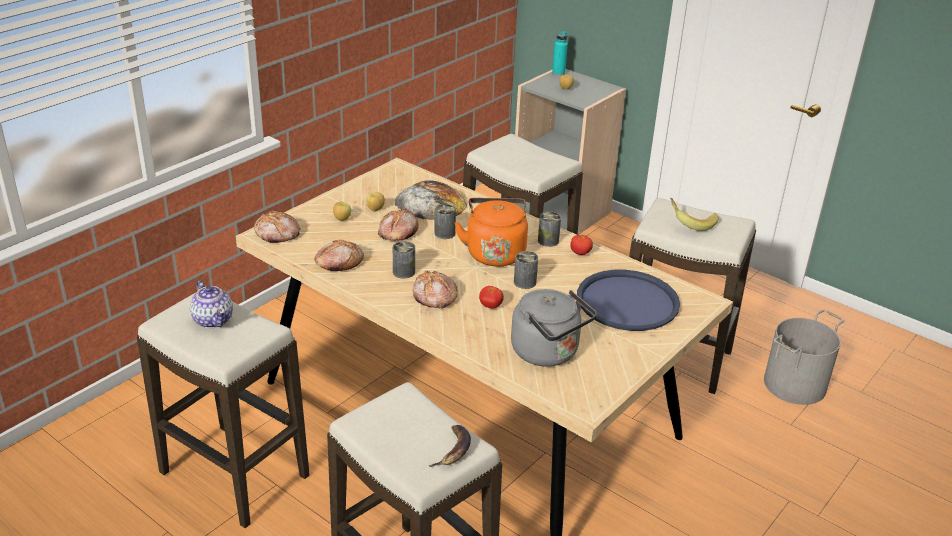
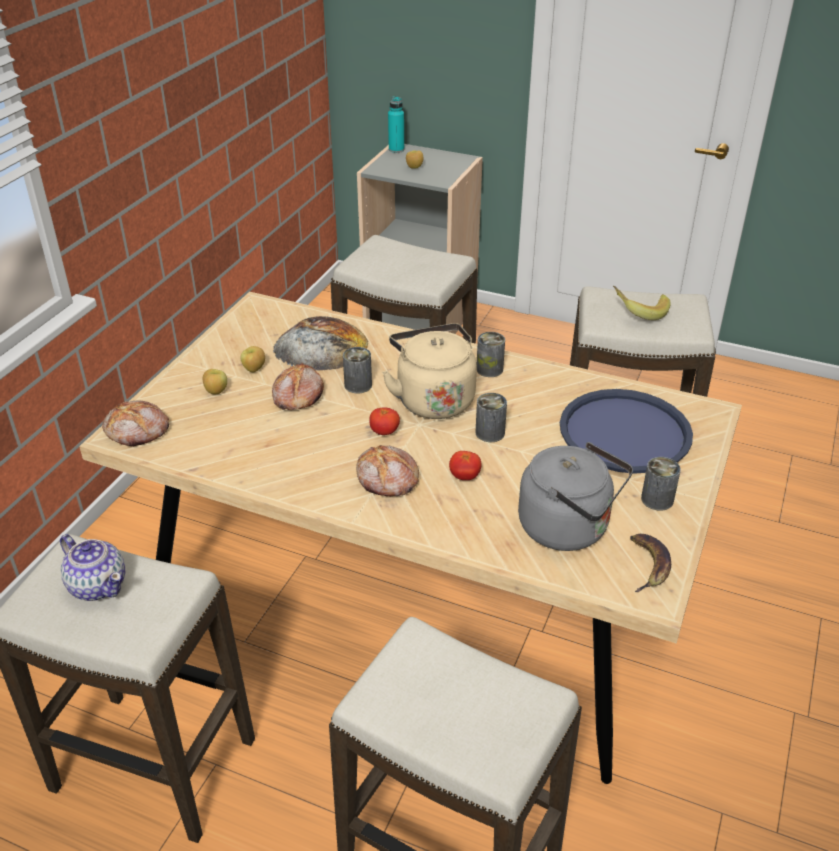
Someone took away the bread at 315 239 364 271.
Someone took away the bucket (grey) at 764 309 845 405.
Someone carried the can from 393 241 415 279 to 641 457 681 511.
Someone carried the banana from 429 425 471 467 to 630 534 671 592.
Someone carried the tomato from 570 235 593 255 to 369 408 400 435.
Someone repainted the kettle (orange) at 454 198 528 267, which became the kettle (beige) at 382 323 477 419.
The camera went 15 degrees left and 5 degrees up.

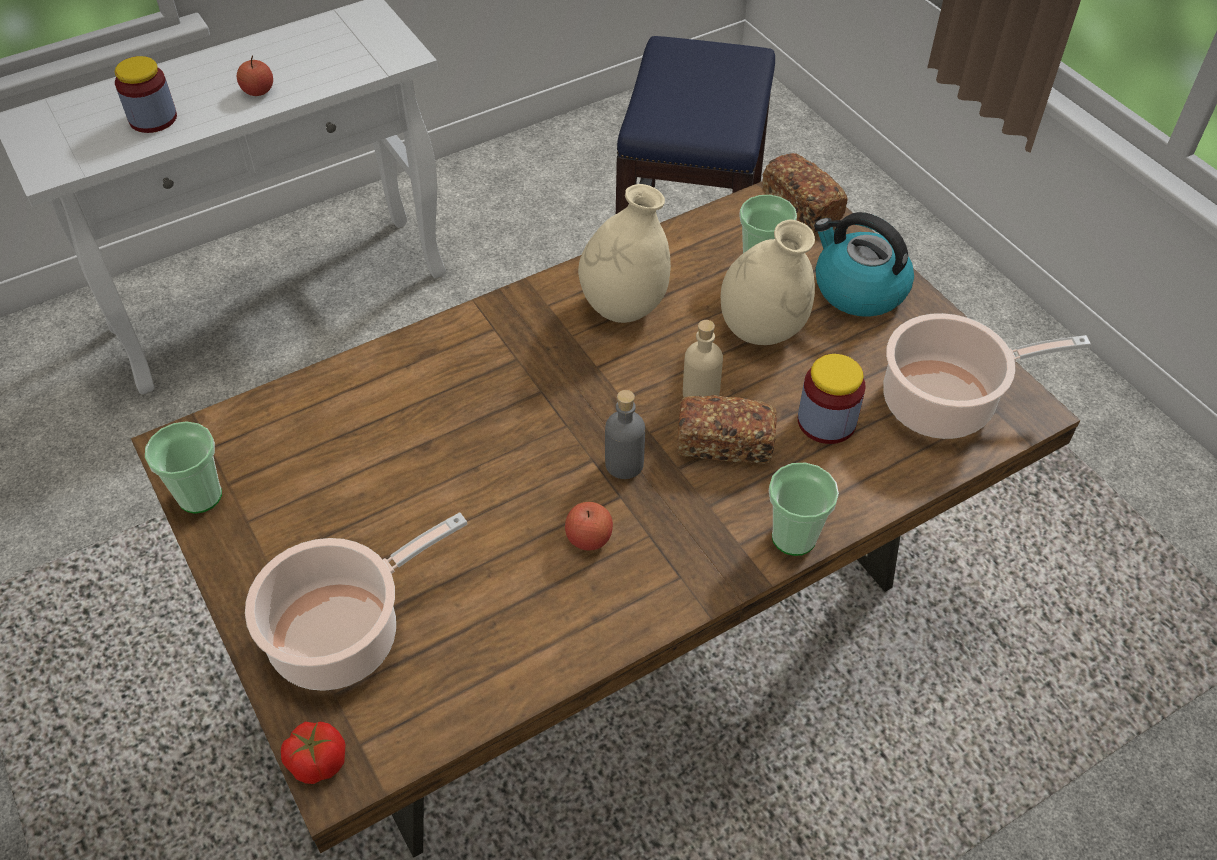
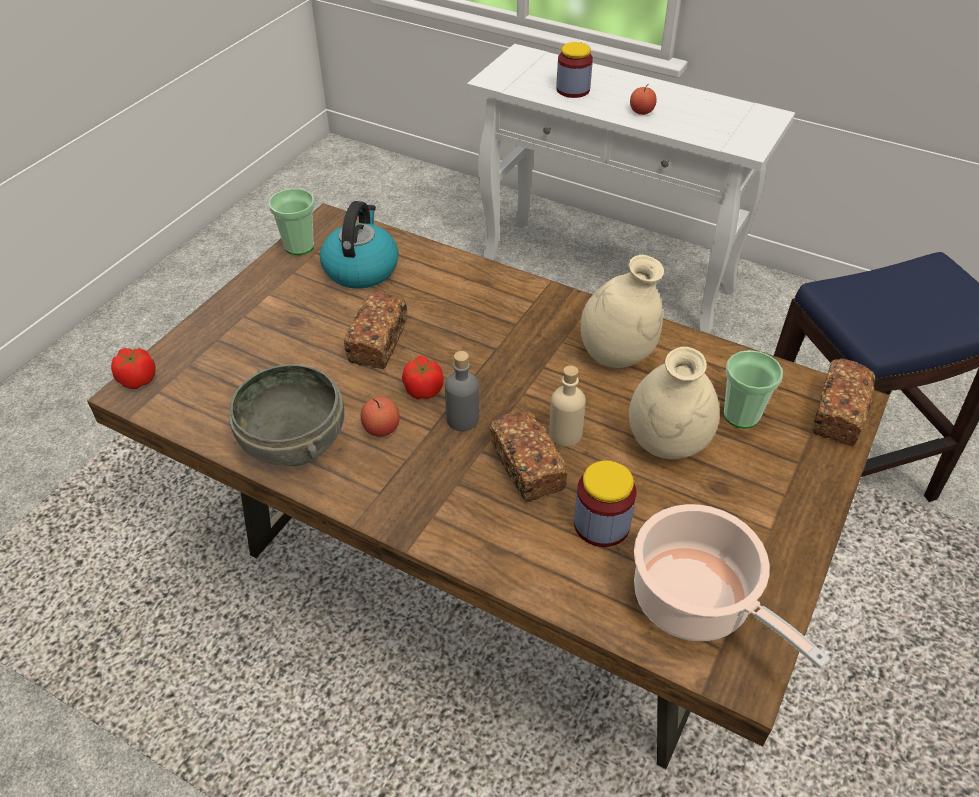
Someone took away the cooking pot at 245 512 467 691.
Someone took away the cup at 769 463 839 556.
Someone put down the bowl (grey) at 229 365 344 466.
Someone put down the bread at 344 291 407 369.
Someone put down the tomato at 402 356 444 399.
Someone carried the kettle from 814 212 914 317 to 320 201 399 289.
The camera went 60 degrees right and 5 degrees down.

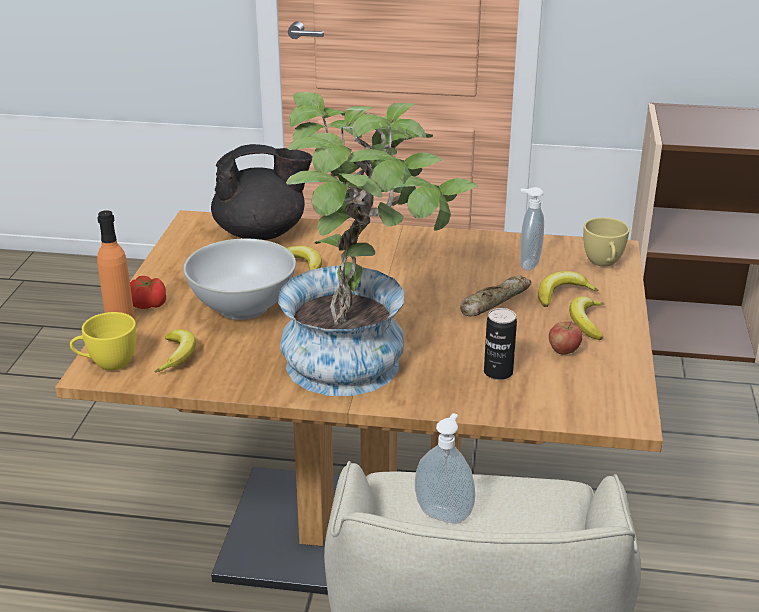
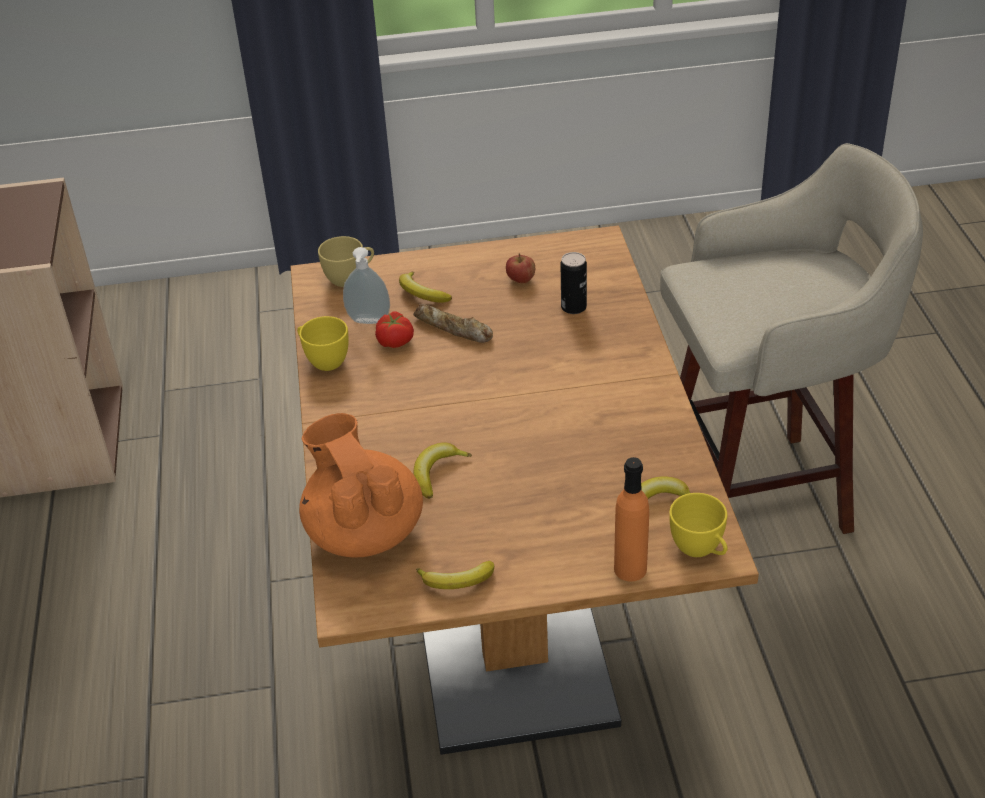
Someone took away the bowl (white) at 183 239 296 320.
Someone took away the potted plant at 278 92 478 396.
Someone took away the soap dispenser at 415 413 475 523.
Someone put down the cup (yellow) at 297 316 349 371.
Someone carried the tomato from 130 276 166 309 to 375 311 414 348.
Someone carried the banana from 569 296 605 340 to 416 561 494 589.
Someone repainted the teapot (black) at 211 144 312 240, which became the teapot (orange) at 299 413 423 557.
The camera went 105 degrees left and 10 degrees up.

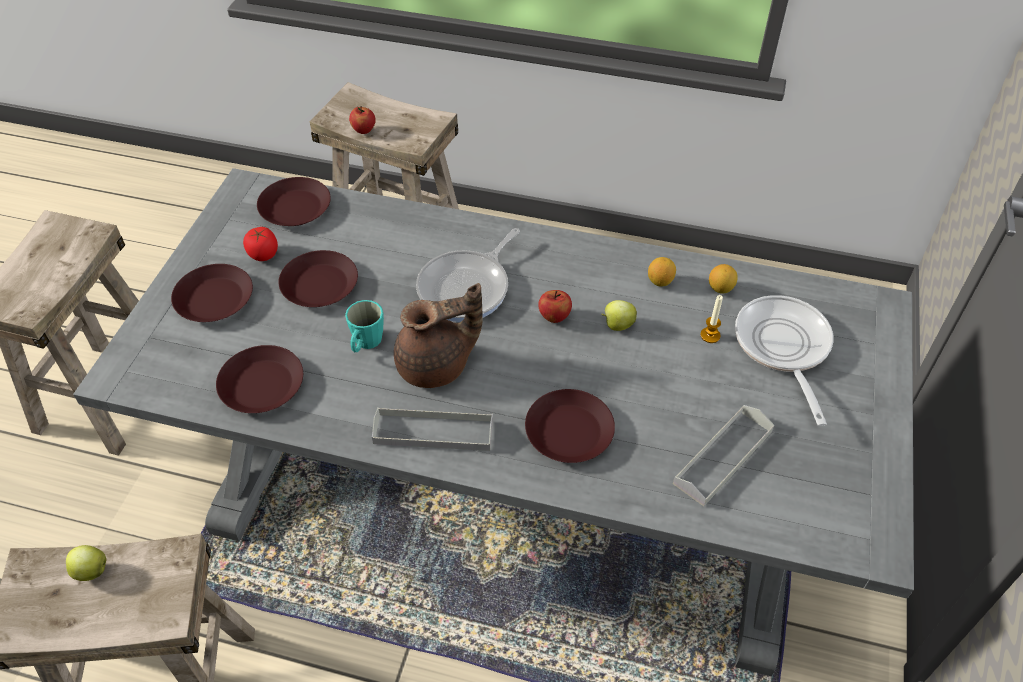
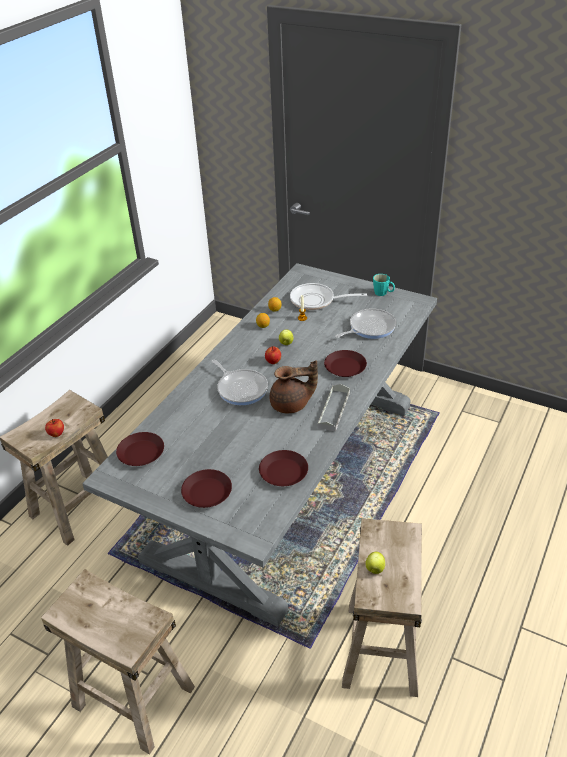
Someone took away the tomato at 243 227 278 261.
Someone took away the plate (brown) at 278 250 358 307.
Someone carried the mug (turquoise) from 345 300 384 352 to 373 274 395 296.
Someone swapped the tray (grey) at 673 405 774 506 for the frying pan at 335 308 396 339.
Someone rotated the teapot (brown) at 394 283 483 388 by 90 degrees clockwise.
The camera went 75 degrees left and 10 degrees down.

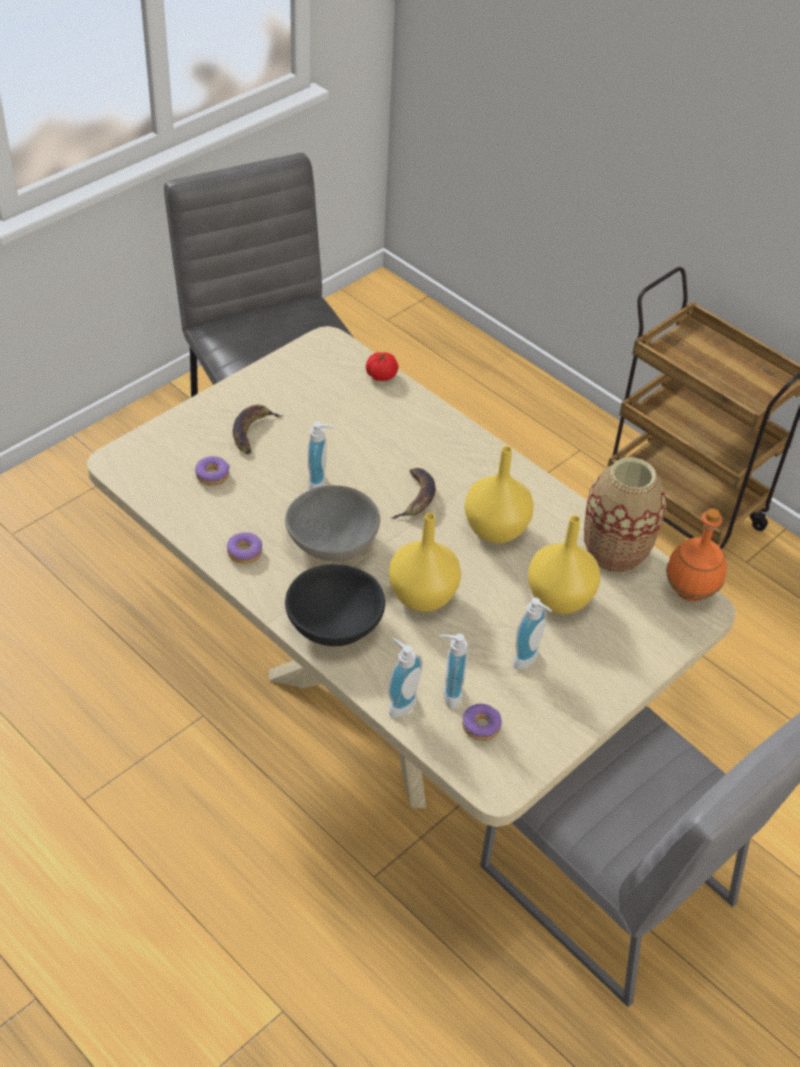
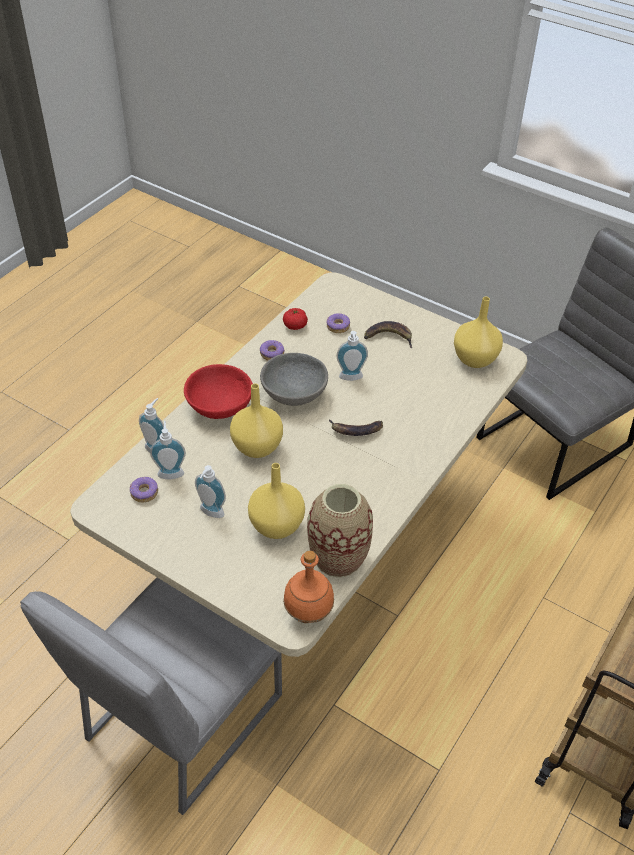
Someone carried the tomato from 366 352 398 381 to 283 308 308 330.
Someone carried the vase (yellow) from 465 446 534 543 to 454 297 503 368.
Someone repainted the bowl (black) at 285 564 385 646, which became the bowl (red) at 184 364 253 419.
The camera went 80 degrees right and 0 degrees up.

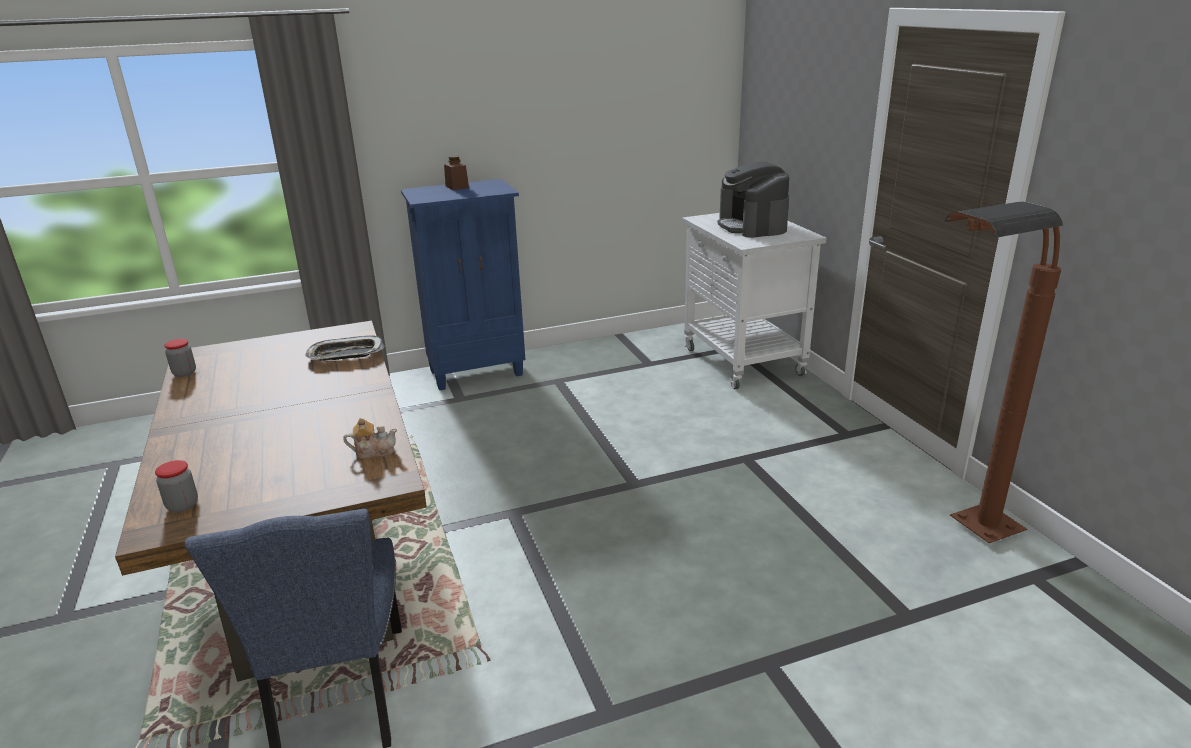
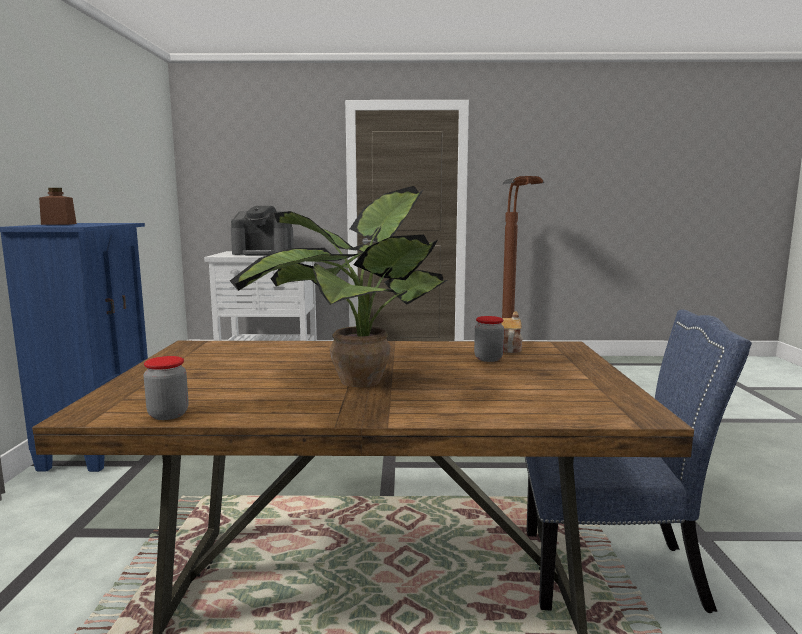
Someone took away the tray at 305 335 384 361.
Someone put down the potted plant at 230 186 447 387.
Someone carried the jar from 155 460 198 512 to 474 316 504 362.
The camera went 70 degrees left and 15 degrees down.

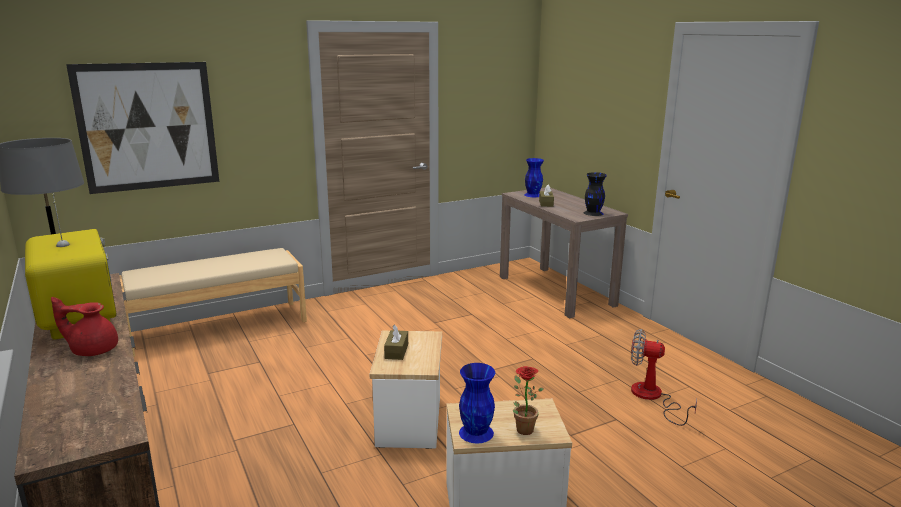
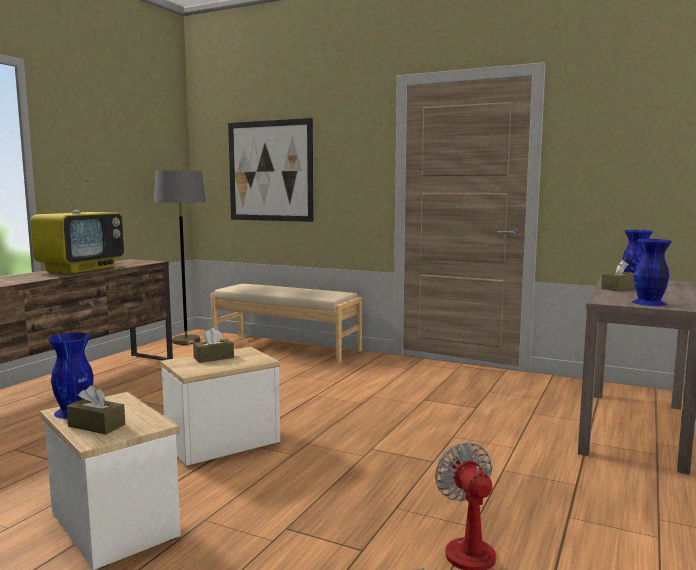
Someone took away the teapot (red) at 51 297 118 356.
Someone swapped the potted plant at 513 366 544 435 for the tissue box (brown) at 67 385 125 434.
Someone repainted the vase (black) at 584 172 607 216, which became the vase (blue) at 632 239 672 306.
The camera went 55 degrees right and 10 degrees down.

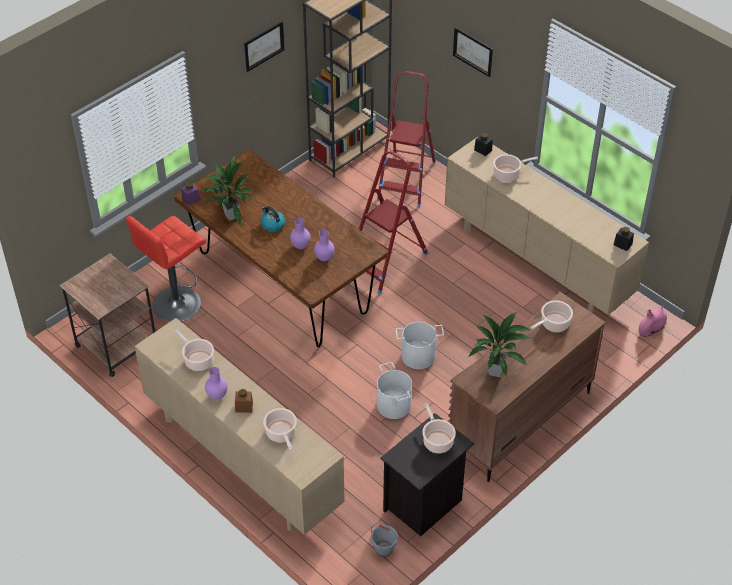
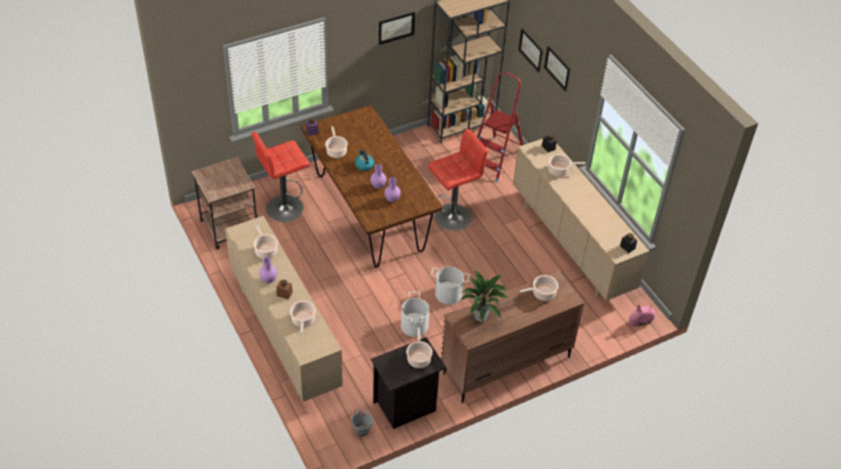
Someone put up the picture at 519 29 543 72.
Someone swapped the potted plant at 198 157 256 226 for the cooking pot at 325 126 348 158.
Someone swapped the step ladder (red) at 359 151 429 294 for the stool (red) at 428 129 488 231.
The camera went 15 degrees right and 0 degrees up.

